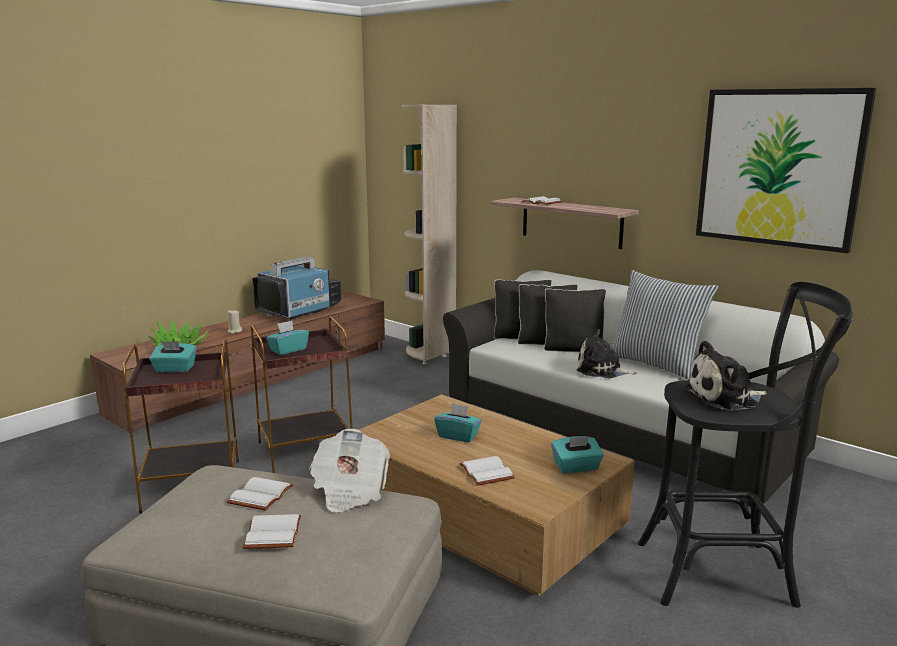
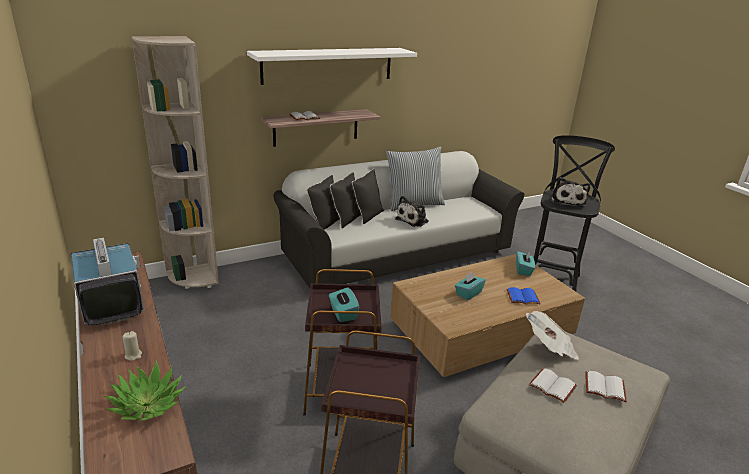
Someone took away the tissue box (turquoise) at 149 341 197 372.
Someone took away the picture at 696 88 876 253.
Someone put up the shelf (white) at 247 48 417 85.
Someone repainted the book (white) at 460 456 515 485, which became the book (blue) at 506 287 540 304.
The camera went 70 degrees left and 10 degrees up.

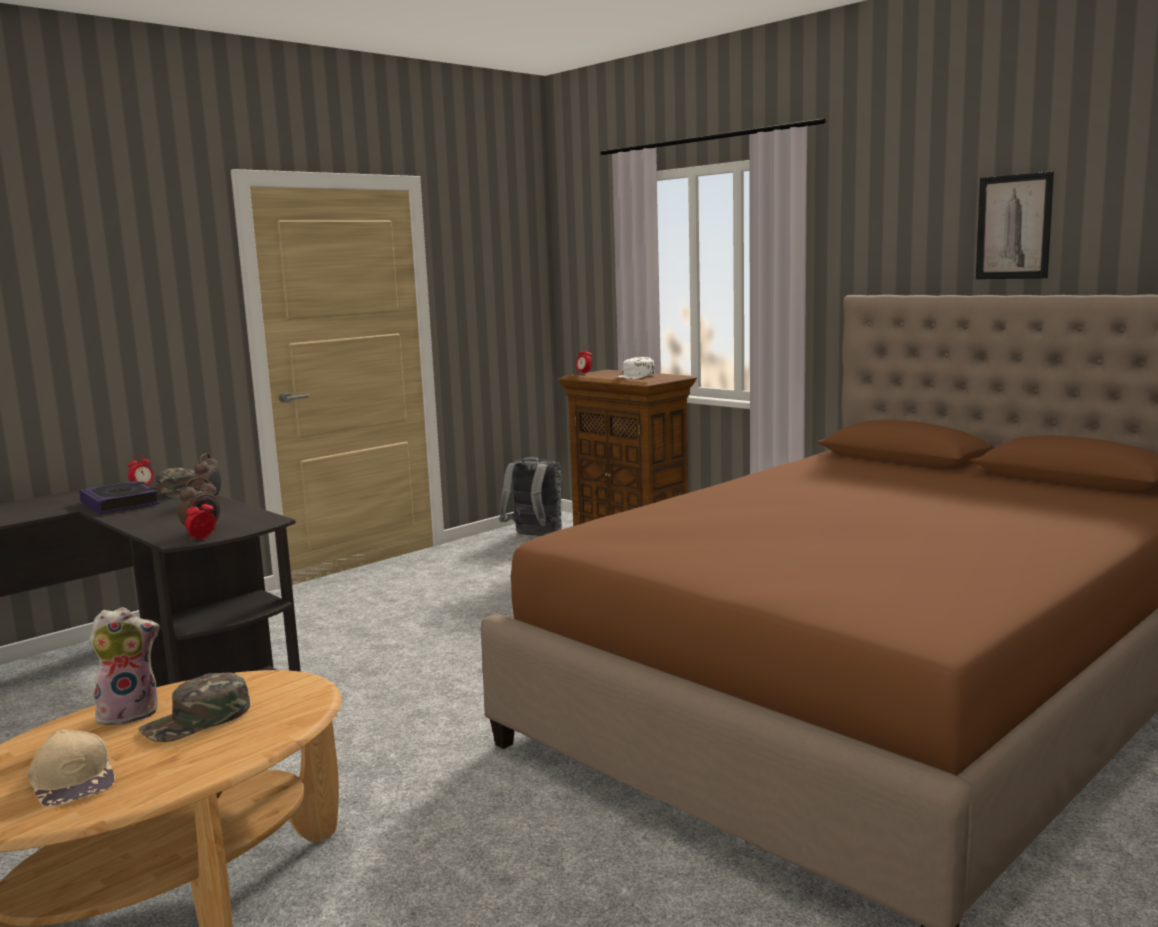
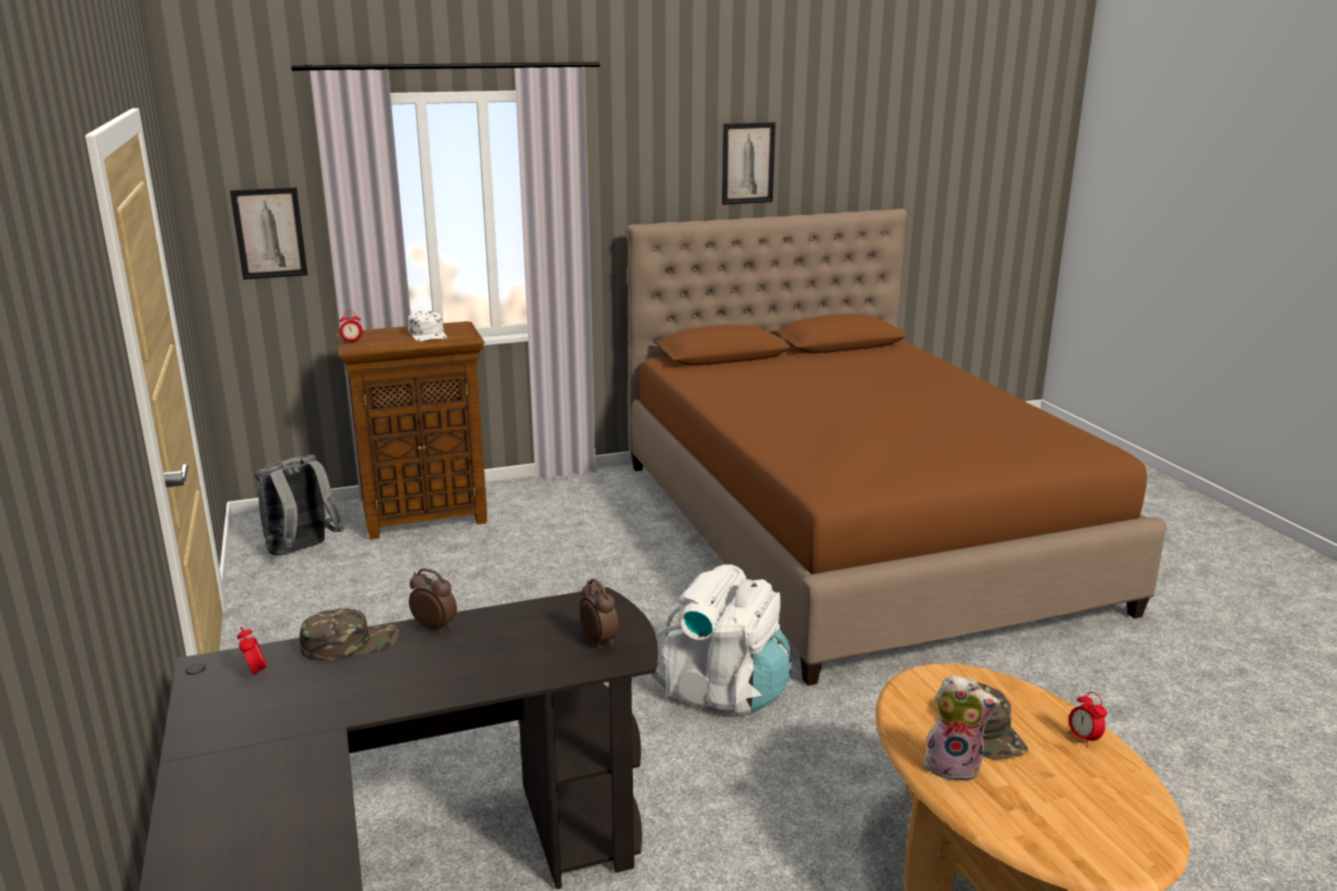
Someone took away the cap (beige) at 27 729 115 807.
Someone took away the book at 79 480 160 514.
Someone put up the picture at 230 187 308 280.
Someone put down the backpack (white) at 651 564 792 716.
Someone carried the alarm clock from 185 499 216 540 to 1068 692 1107 748.
Someone rotated the plush toy at 89 607 159 725 by 105 degrees clockwise.
The camera went 65 degrees left and 10 degrees up.

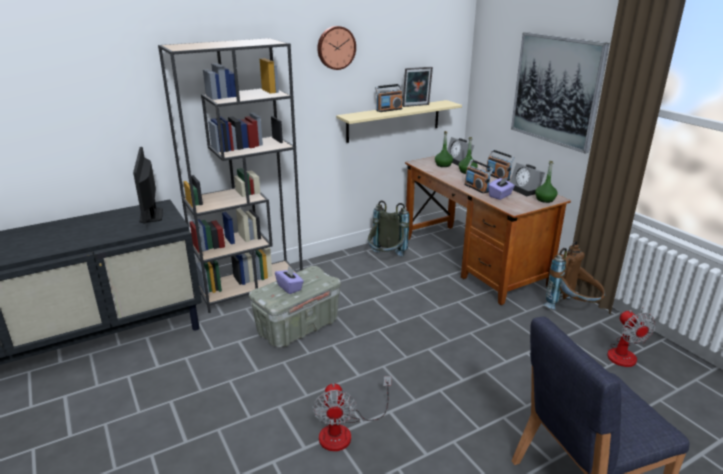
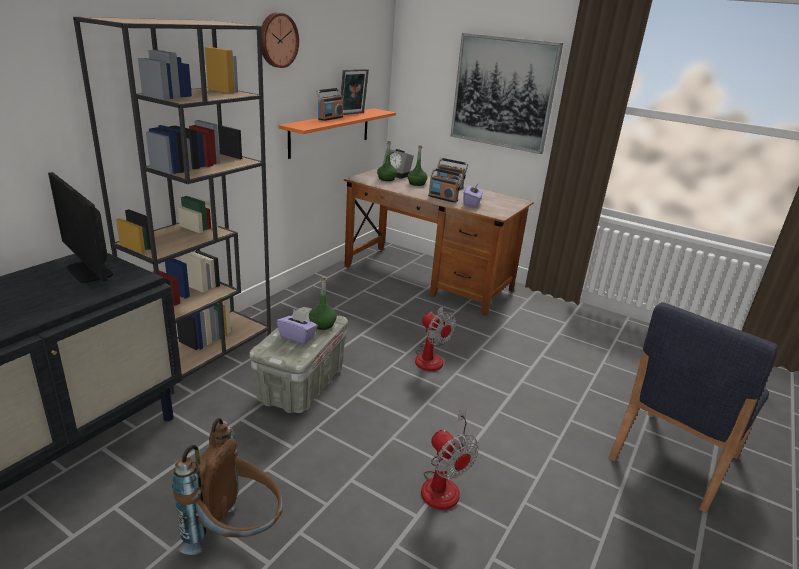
Someone took away the backpack (grey) at 368 201 410 256.
Someone took away the alarm clock at 510 163 545 196.
Someone carried the bottle (green) from 535 161 558 203 to 309 277 337 330.
Someone carried the backpack (brown) from 543 241 605 310 to 172 418 283 555.
Someone carried the fan from 607 308 656 367 to 415 307 456 371.
Someone repainted the shelf (beige) at 336 100 462 143, which became the shelf (orange) at 278 108 396 159.
The camera went 30 degrees left and 0 degrees up.

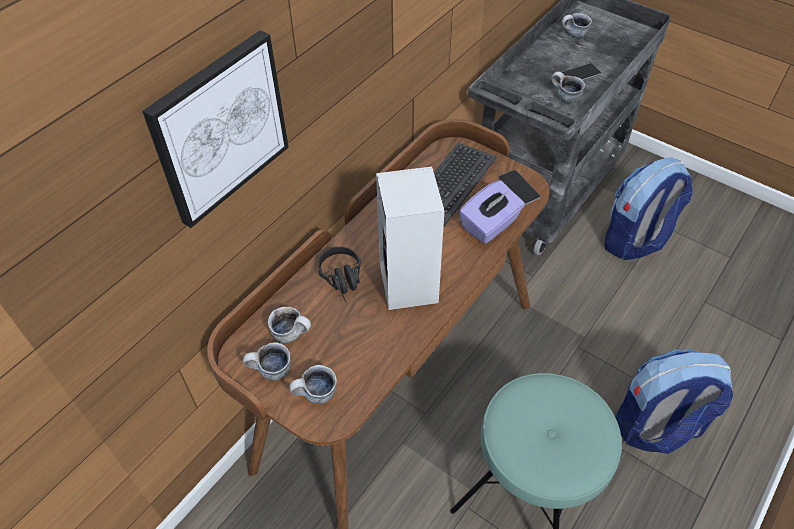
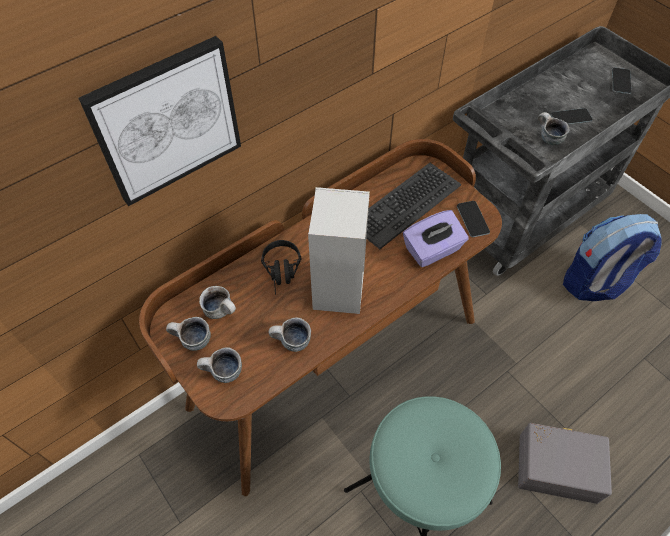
Someone put down the phone at 612 68 631 94.
Someone carried the mug from 562 13 592 38 to 269 318 311 352.
Someone swapped the backpack at 615 350 733 454 for the storage box (grey) at 518 423 612 504.
The camera went 15 degrees right and 5 degrees up.

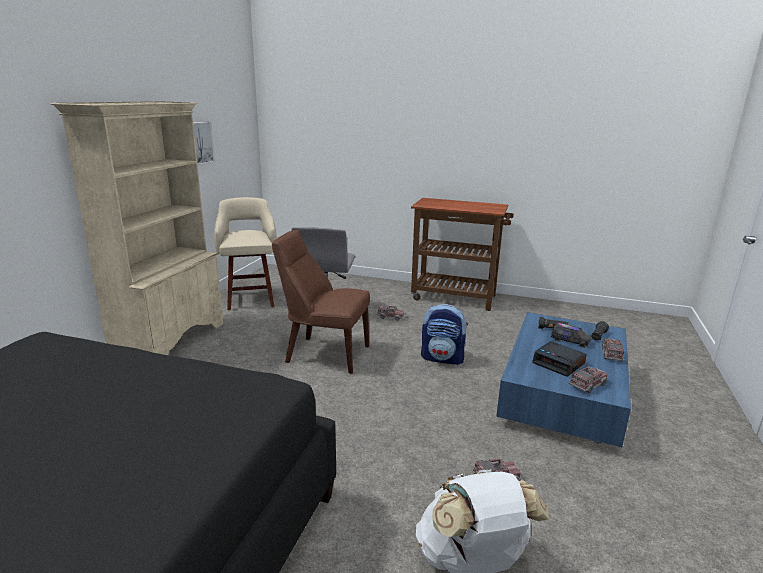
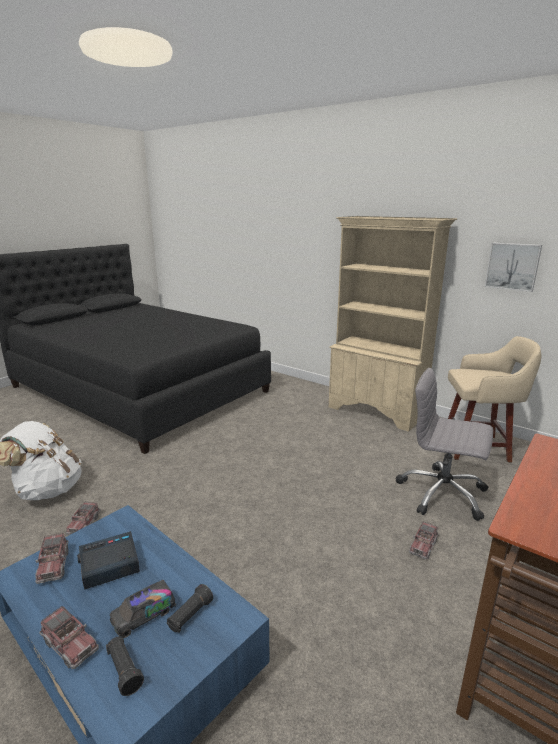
Someone took away the chair (brown) at 272 230 370 374.
Someone took away the backpack at 421 304 468 365.
The camera went 110 degrees right and 0 degrees up.

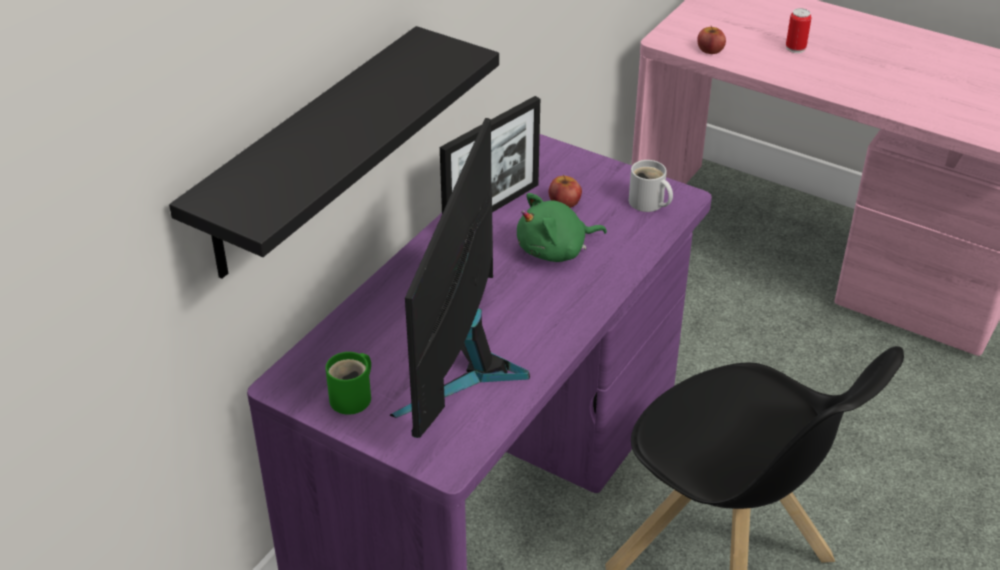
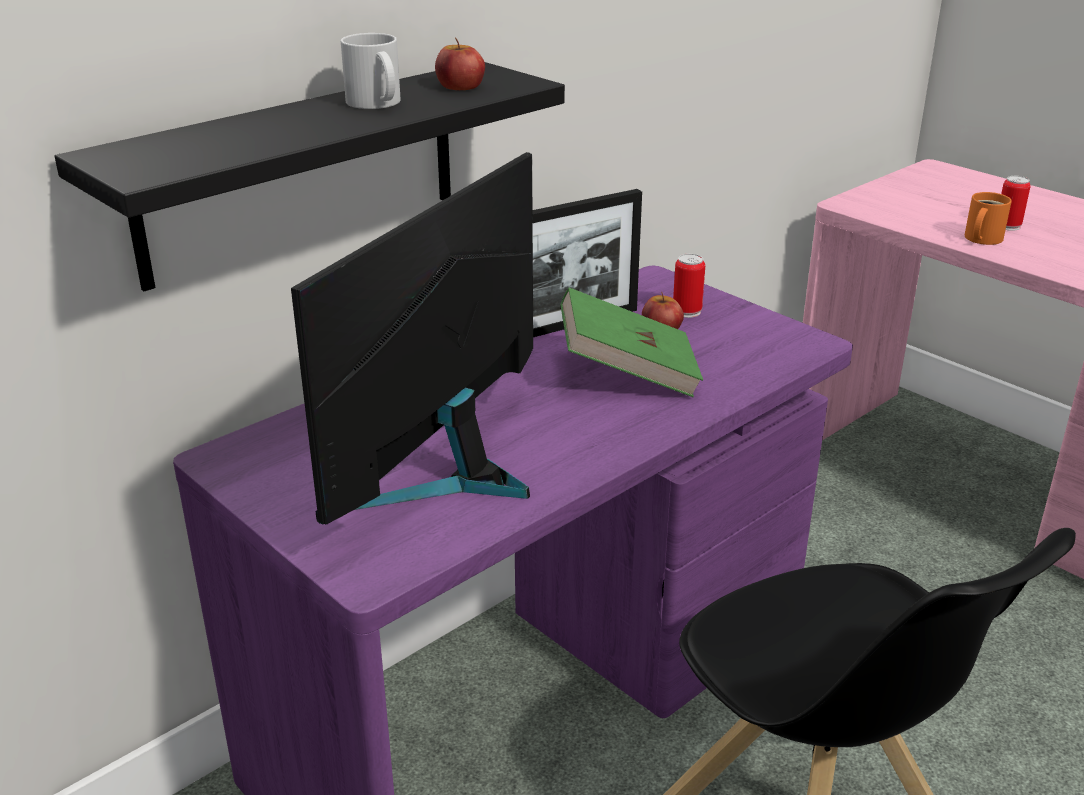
Someone took away the mug (green) at 325 352 371 415.
Someone put down the can at 673 254 705 318.
Someone put down the mug (orange) at 965 192 1012 245.
Someone carried the mug (white) from 629 160 673 212 to 341 33 401 109.
Someone carried the apple from 697 25 726 54 to 435 37 485 90.
Someone swapped the plush toy (green) at 517 193 607 262 for the book (green) at 560 288 703 397.
The camera went 15 degrees right and 10 degrees down.

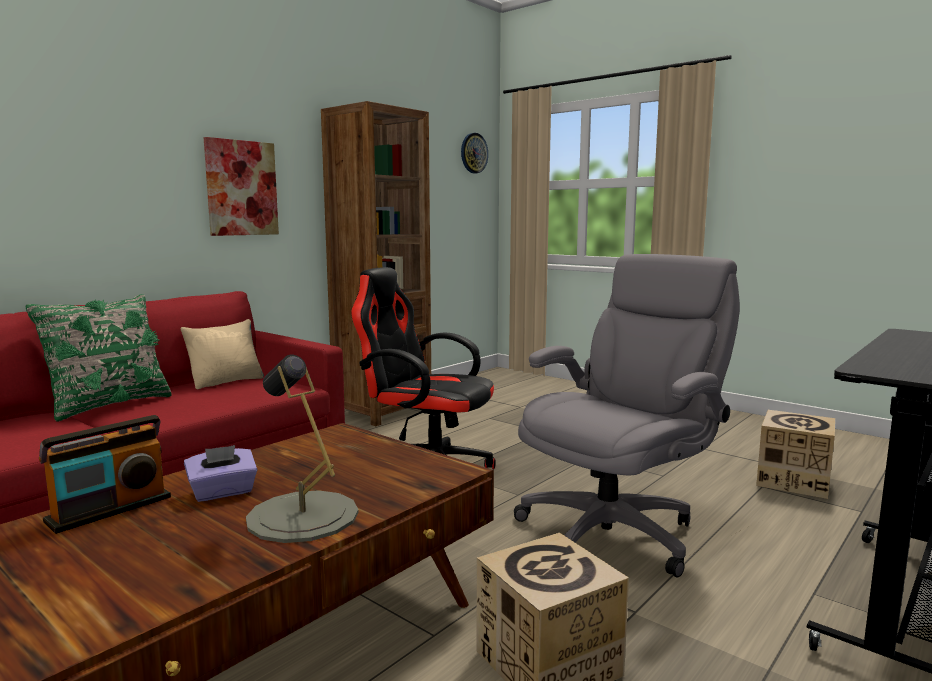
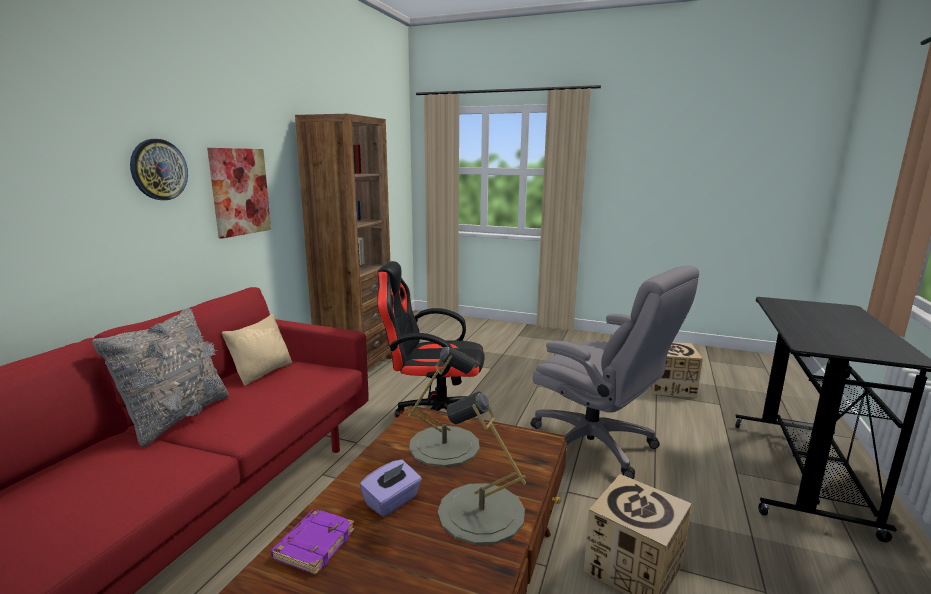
Someone put down the table lamp (grey) at 408 346 480 467.
Someone carried the wall clock from 461 133 488 173 to 130 139 188 200.
Someone swapped the radio at 39 415 171 534 for the book (purple) at 271 509 355 575.
Someone repainted the pillow (green) at 26 294 172 421, which became the pillow (grey) at 92 308 229 447.
Someone rotated the office chair (grey) at 514 254 740 578 by 105 degrees clockwise.
The camera went 20 degrees left and 5 degrees up.

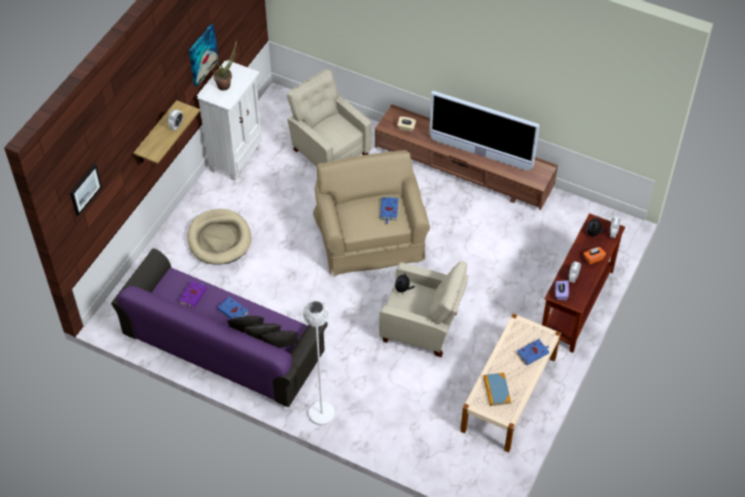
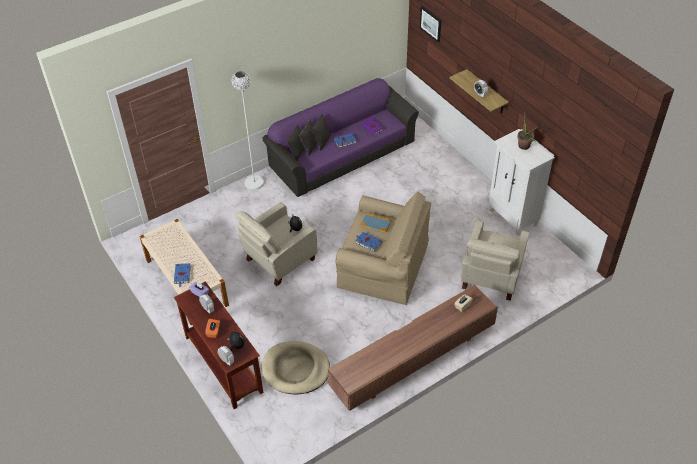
Someone took away the picture at 189 24 219 87.
Someone took away the television at 429 91 540 170.
Someone carried the dog bed (beige) from 188 209 252 265 to 262 341 330 394.
Someone carried the book from 483 373 511 406 to 360 213 391 233.
Someone rotated the armchair (beige) at 286 69 372 167 by 120 degrees clockwise.
The camera went 120 degrees right and 5 degrees down.

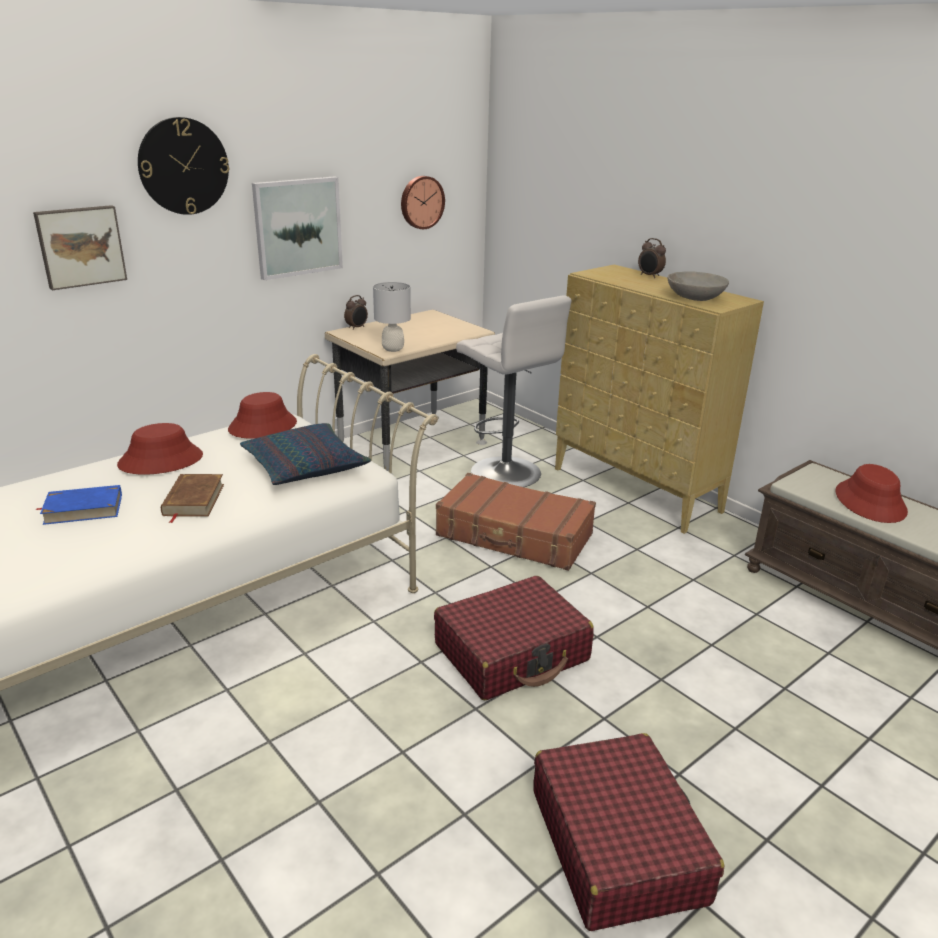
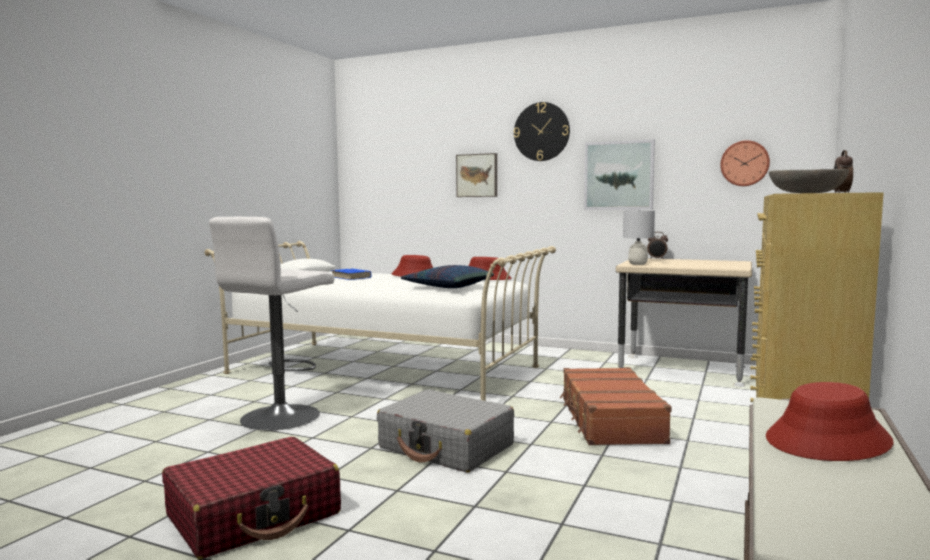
Someone took away the book (brown) at 161 474 224 523.
Someone carried the stool (white) from 456 296 572 487 to 209 217 334 430.
Someone repainted the suitcase (red) at 434 576 594 700, which became the suitcase (grey) at 377 389 514 473.
The camera went 65 degrees right and 20 degrees down.

